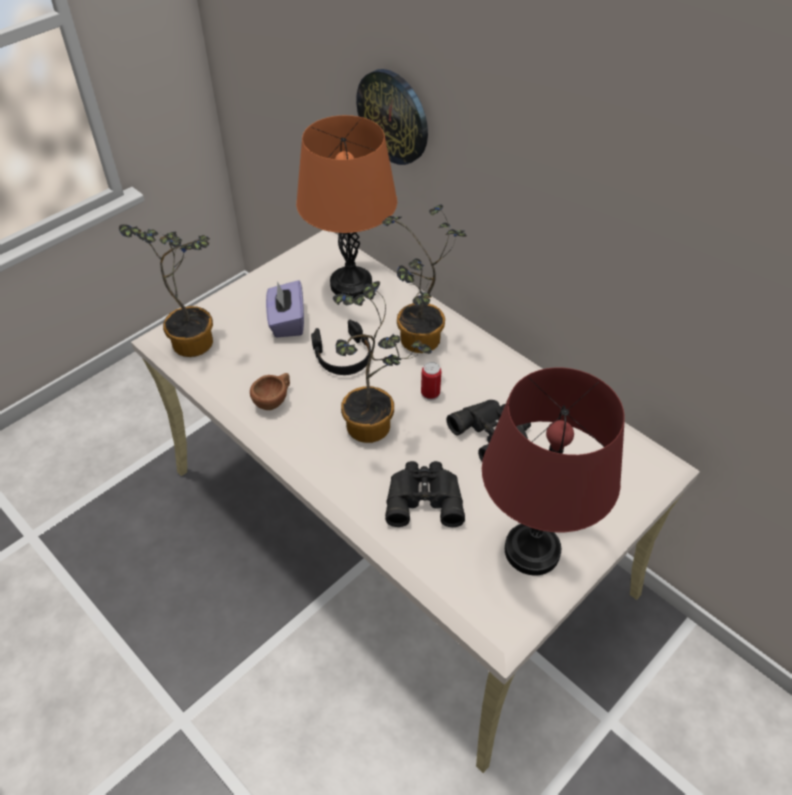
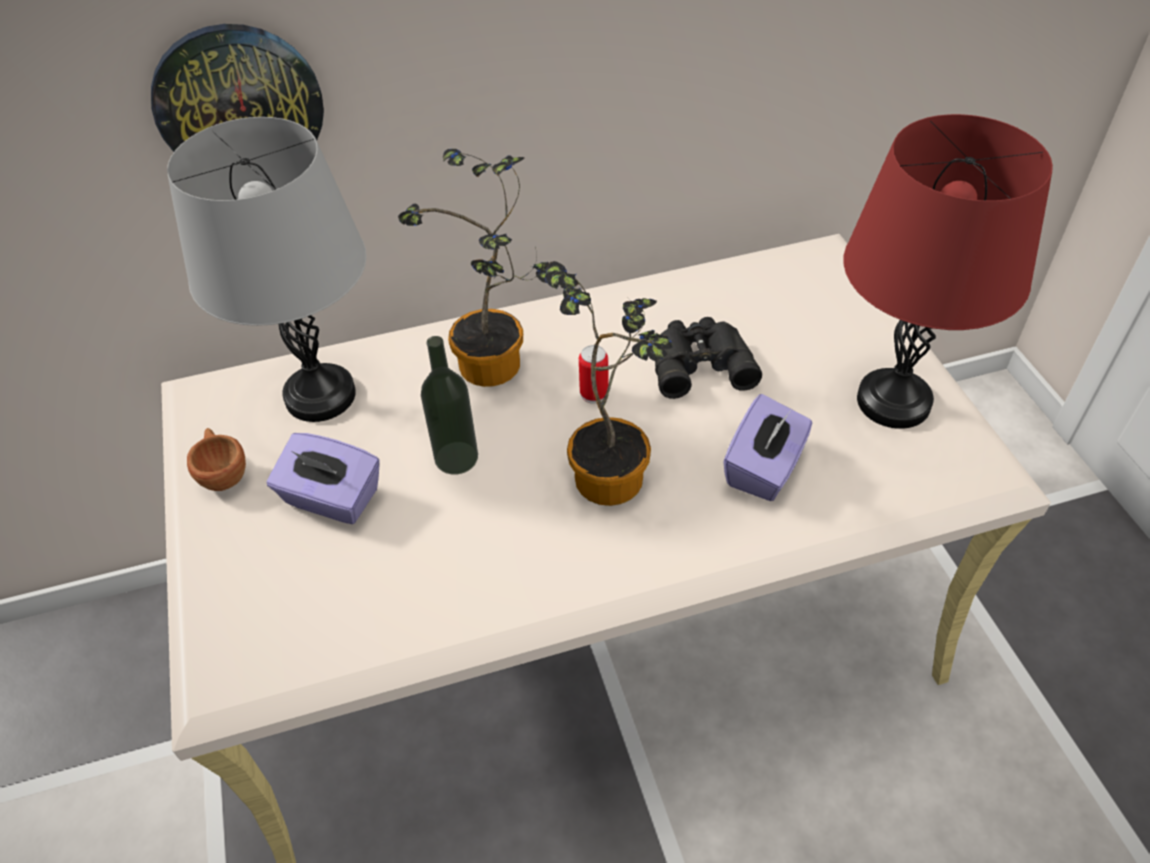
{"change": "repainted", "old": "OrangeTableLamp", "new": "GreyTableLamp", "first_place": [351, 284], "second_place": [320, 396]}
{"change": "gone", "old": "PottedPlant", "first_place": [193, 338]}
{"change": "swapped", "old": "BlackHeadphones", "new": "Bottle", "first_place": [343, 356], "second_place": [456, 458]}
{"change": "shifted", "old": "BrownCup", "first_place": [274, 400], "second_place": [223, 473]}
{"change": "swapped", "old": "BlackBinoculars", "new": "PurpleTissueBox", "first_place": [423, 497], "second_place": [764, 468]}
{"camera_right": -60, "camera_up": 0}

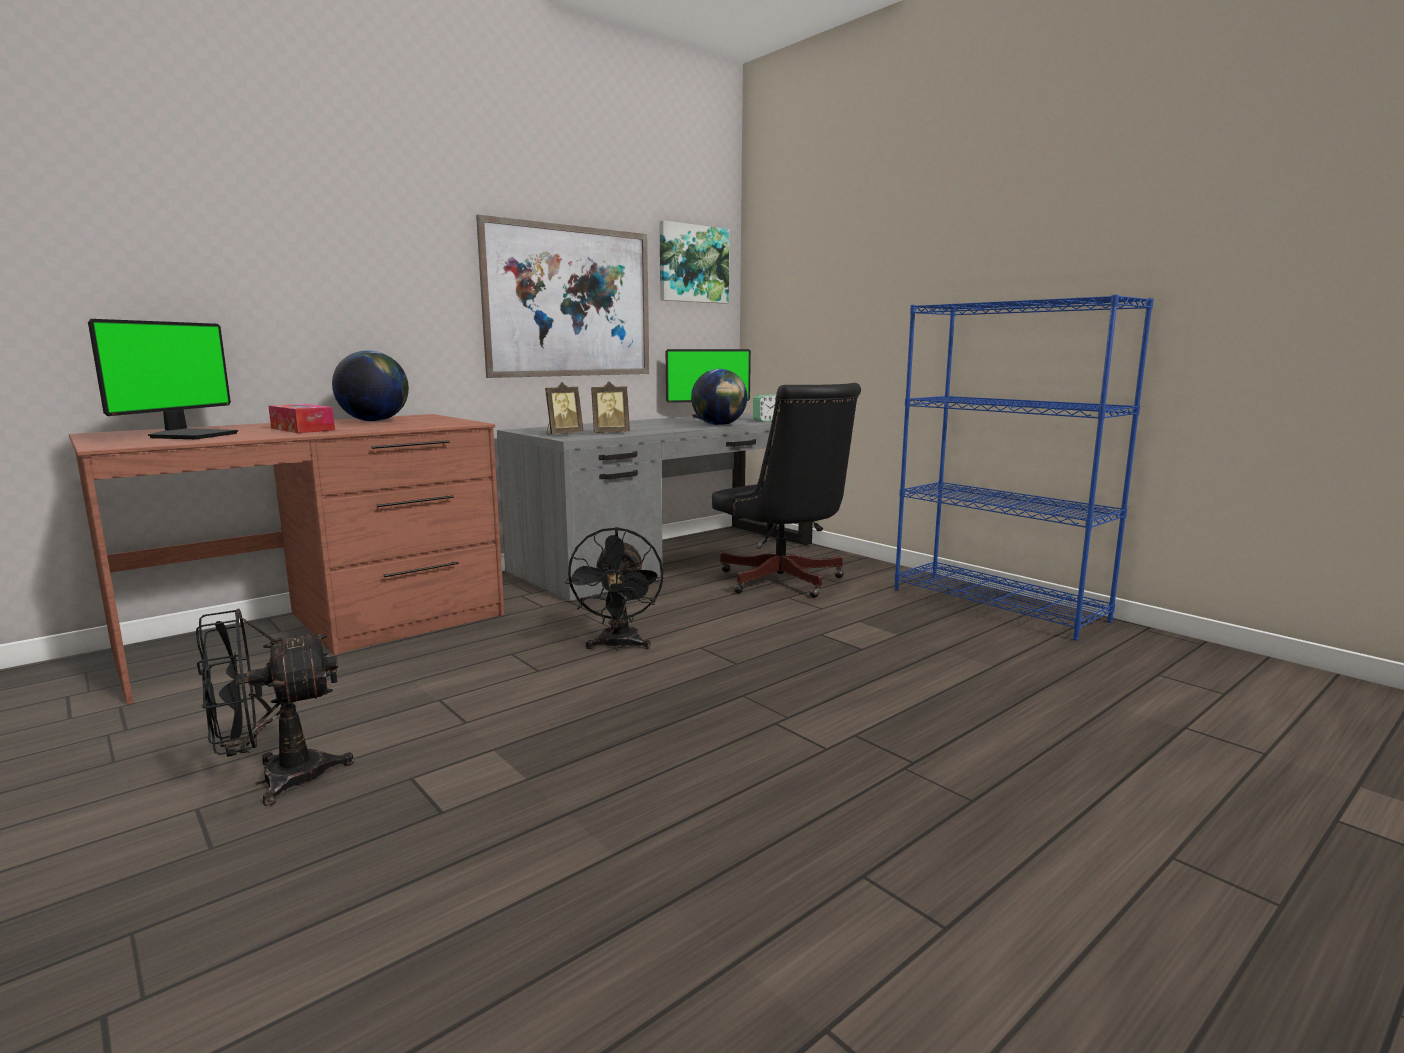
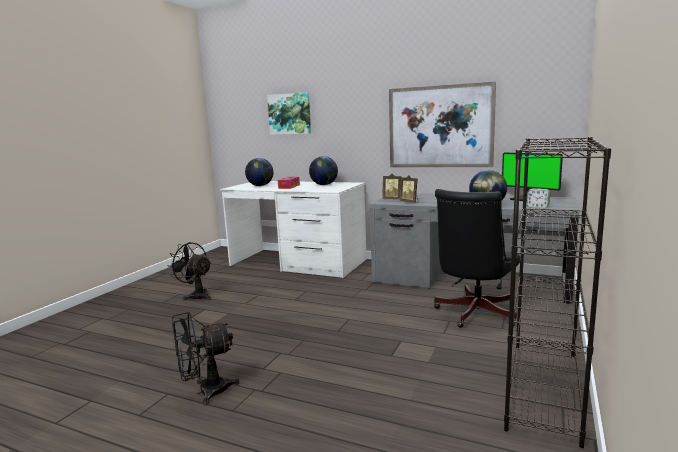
{"change": "shifted", "old": "Picture", "first_place": [693, 264], "second_place": [290, 114]}
{"change": "repainted", "old": "BlueBookcase", "new": "BlackBookcase", "first_place": [998, 605], "second_place": [544, 389]}
{"change": "swapped", "old": "Monitor", "new": "Globe", "first_place": [192, 435], "second_place": [260, 186]}
{"change": "repainted", "old": "BrownDesk", "new": "WhiteDesk", "first_place": [320, 631], "second_place": [297, 262]}
{"change": "shifted", "old": "BlackFan", "first_place": [618, 646], "second_place": [206, 392]}
{"camera_right": 65, "camera_up": 0}

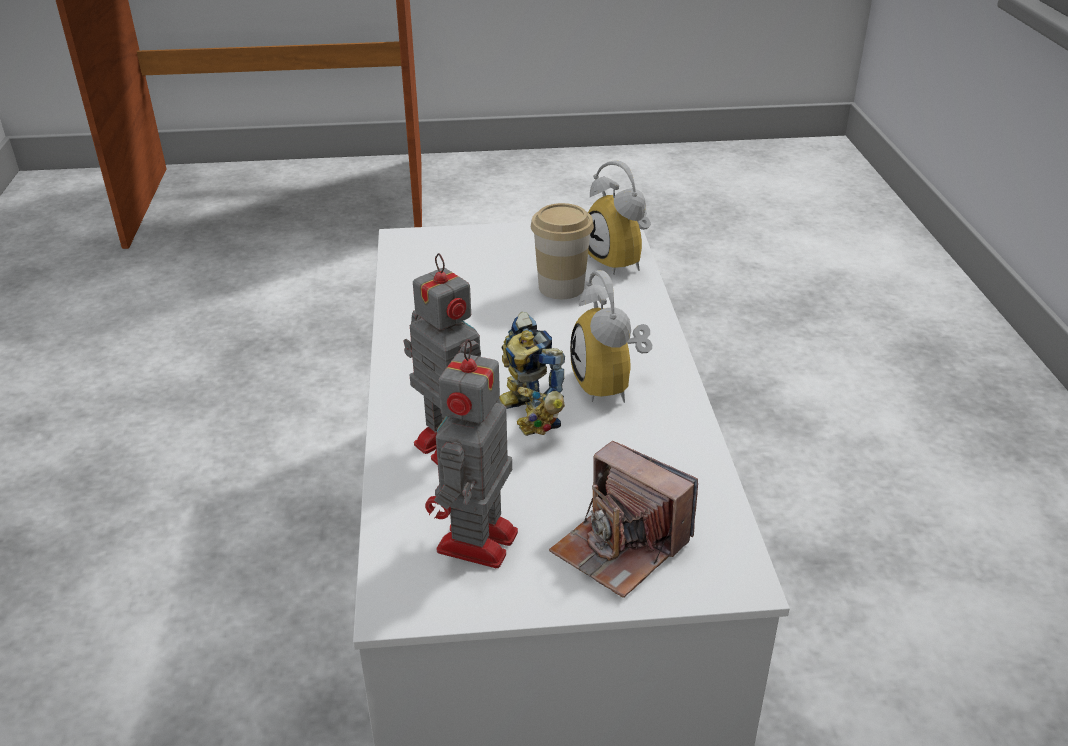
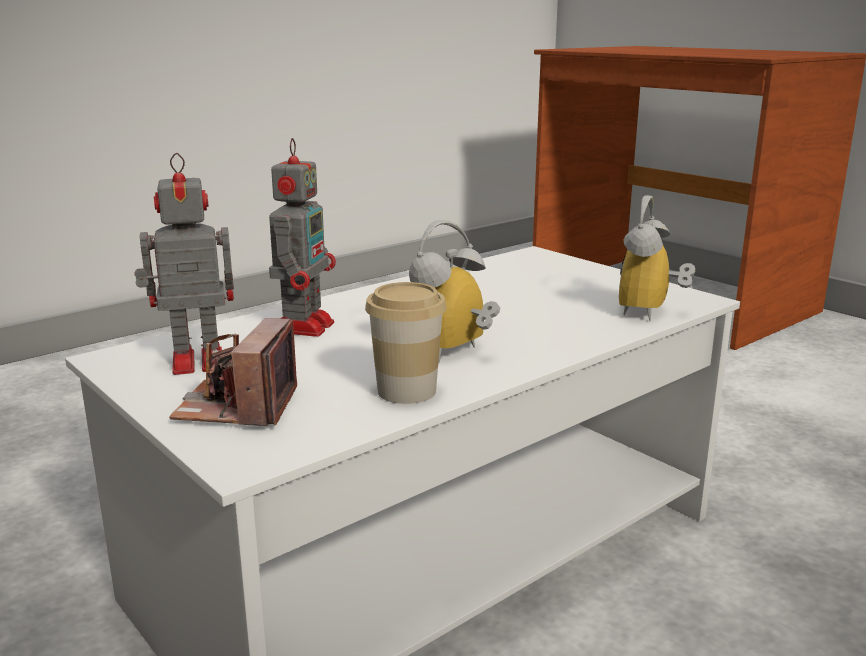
{"change": "shifted", "old": "Cup", "first_place": [561, 287], "second_place": [406, 391]}
{"change": "gone", "old": "ToyRobot", "first_place": [524, 417]}
{"camera_right": 55, "camera_up": -15}

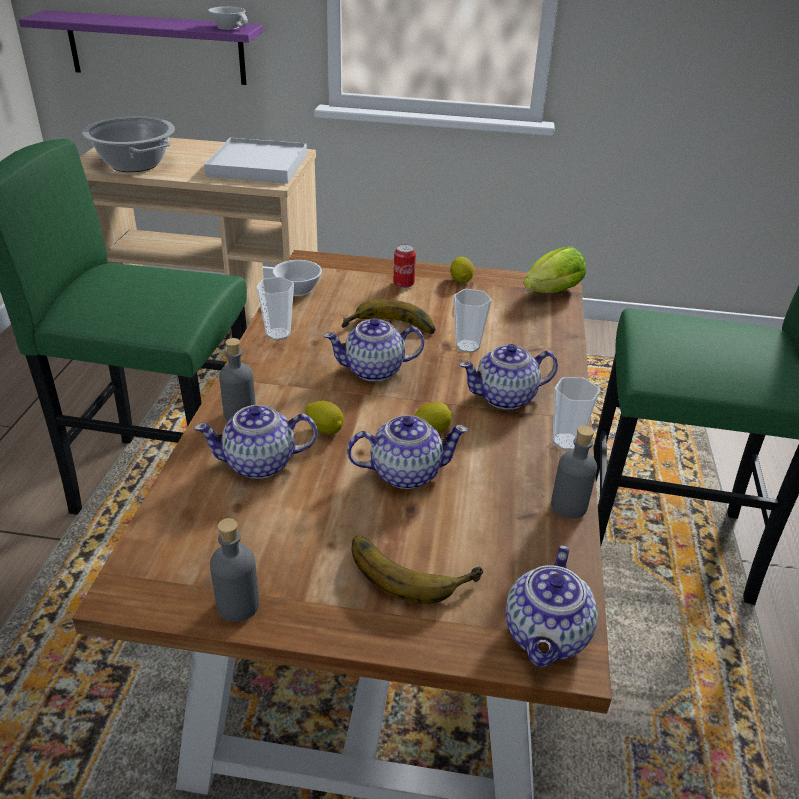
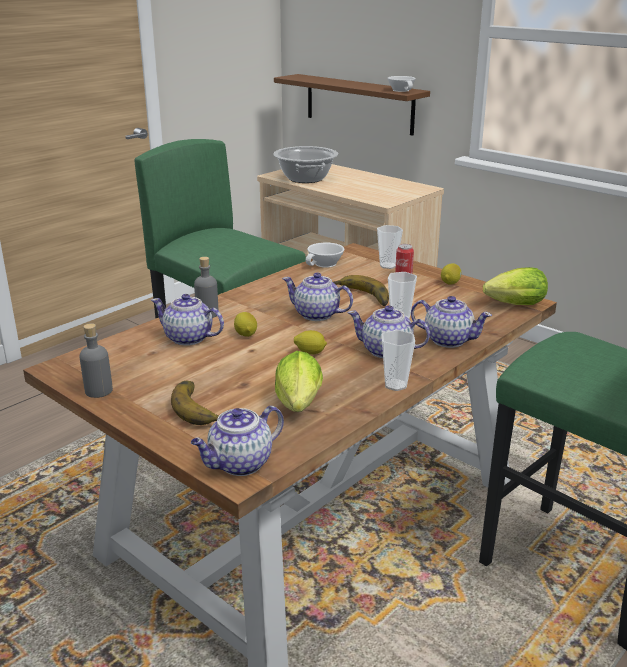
{"change": "repainted", "old": "PurpleShelf", "new": "BrownShelf", "first_place": [156, 48], "second_place": [359, 104]}
{"change": "gone", "old": "WhiteTray", "first_place": [257, 165]}
{"change": "shifted", "old": "Cup", "first_place": [278, 334], "second_place": [388, 266]}
{"change": "shifted", "old": "Teapot", "first_place": [405, 472], "second_place": [448, 340]}
{"change": "gone", "old": "GreyBottle", "first_place": [569, 506]}
{"change": "new", "new": "Lettuce", "second_place": [298, 406]}
{"camera_right": 35, "camera_up": -10}

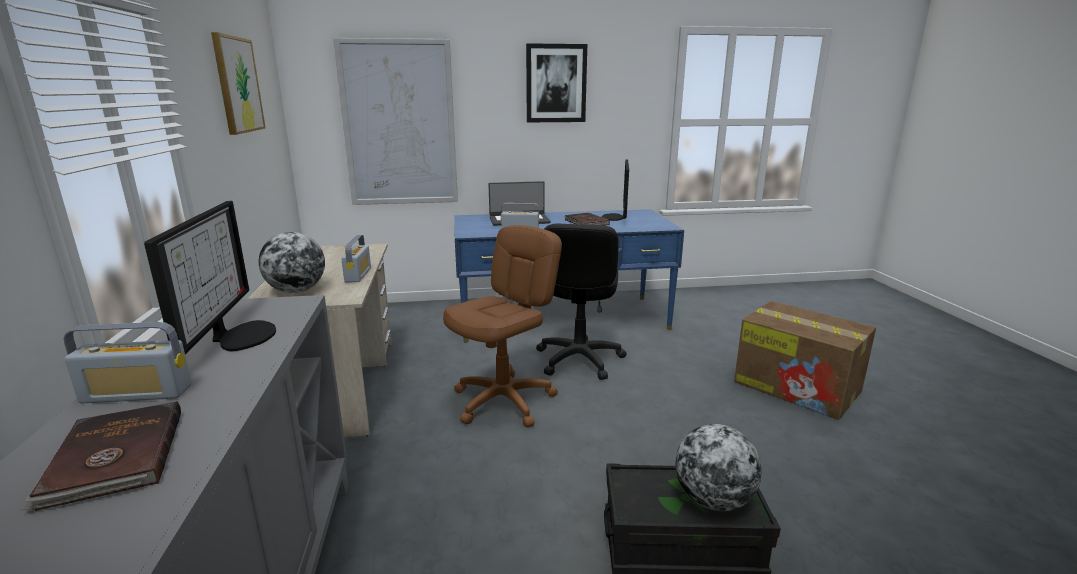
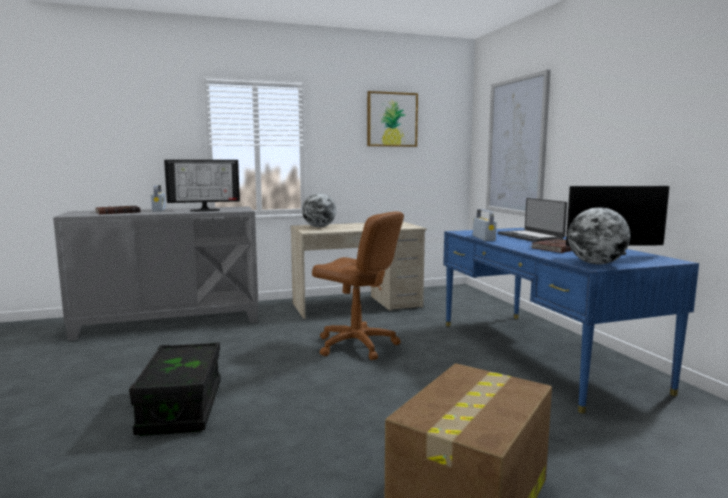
{"change": "gone", "old": "Picture", "first_place": [556, 83]}
{"change": "gone", "old": "BlackOfficeChair", "first_place": [579, 359]}
{"change": "gone", "old": "Radio", "first_place": [358, 275]}
{"change": "shifted", "old": "Globe", "first_place": [713, 500], "second_place": [596, 264]}
{"camera_right": 80, "camera_up": -10}

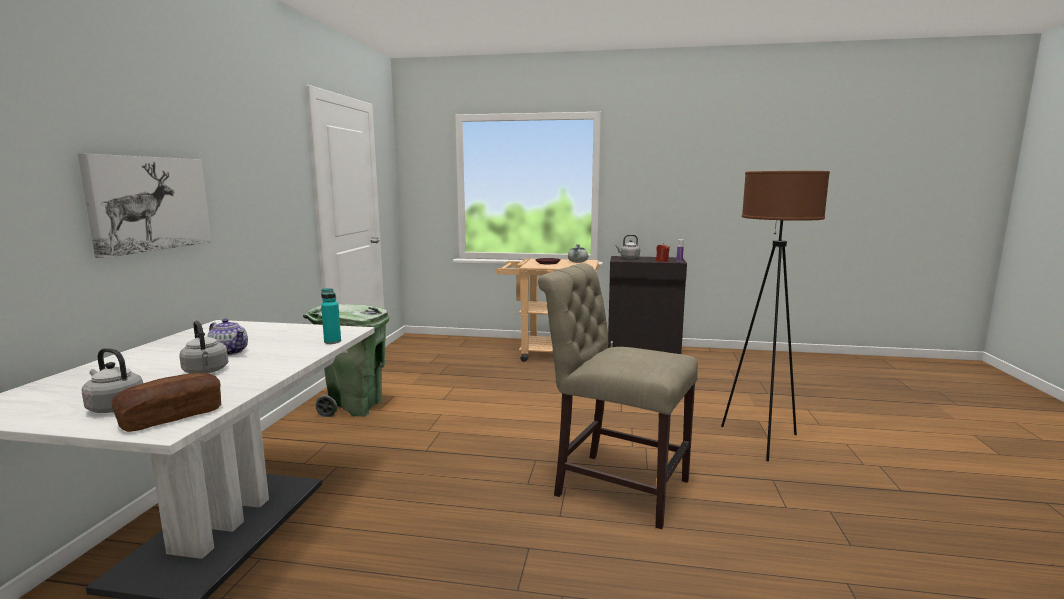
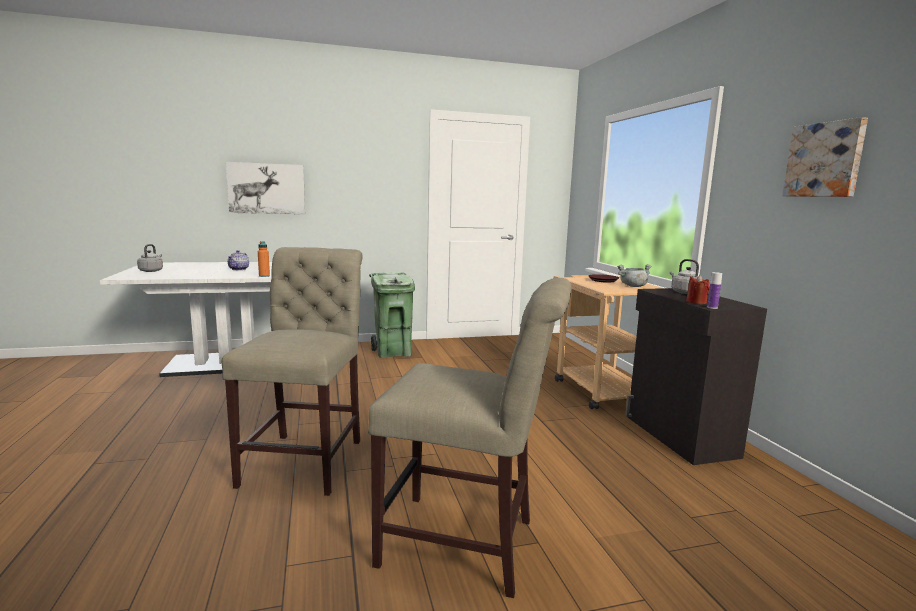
{"change": "swapped", "old": "BrownFloorLamp", "new": "BeigeChair", "first_place": [761, 440], "second_place": [466, 544]}
{"change": "repainted", "old": "TurquoiseBottle", "new": "OrangeBottle", "first_place": [332, 342], "second_place": [264, 276]}
{"change": "gone", "old": "GreyKettle", "first_place": [206, 371]}
{"change": "gone", "old": "Bread", "first_place": [172, 417]}
{"change": "new", "new": "Picture", "second_place": [825, 160]}
{"camera_right": 65, "camera_up": 0}

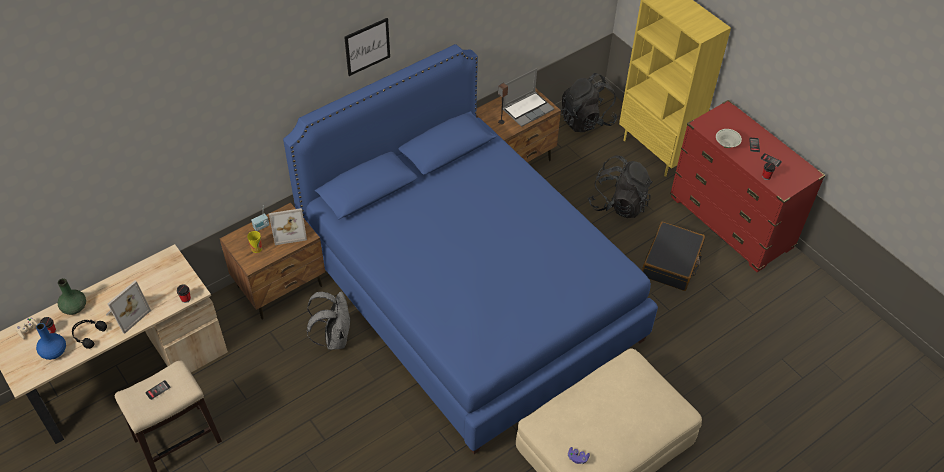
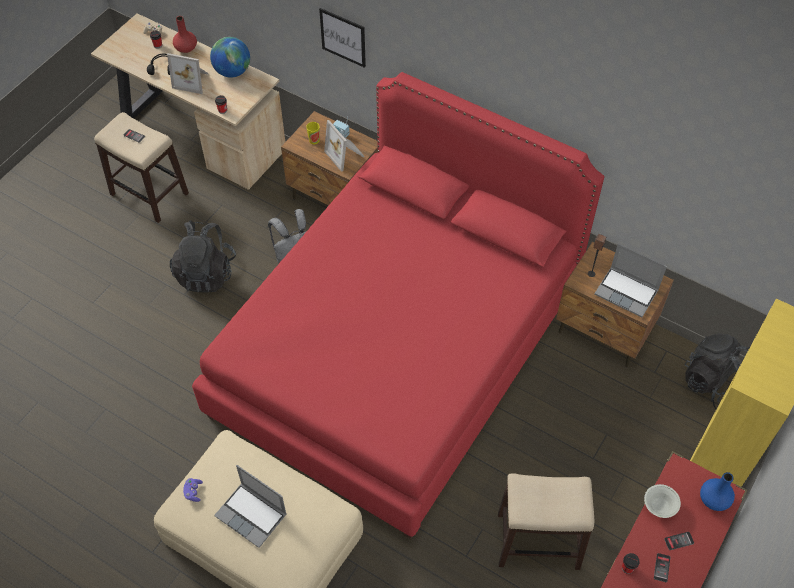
{"change": "shifted", "old": "Picture", "first_place": [367, 46], "second_place": [343, 37]}
{"change": "repainted", "old": "BlueBed", "new": "RedBed", "first_place": [469, 294], "second_place": [397, 351]}
{"change": "shifted", "old": "BlackBackpack", "first_place": [618, 204], "second_place": [206, 273]}
{"change": "swapped", "old": "BlackSuitcase", "new": "Stool", "first_place": [672, 263], "second_place": [539, 541]}
{"change": "repainted", "old": "GreenVase", "new": "RedVase", "first_place": [74, 307], "second_place": [186, 48]}
{"change": "shifted", "old": "BlueVase", "first_place": [54, 352], "second_place": [713, 499]}
{"change": "new", "new": "Globe", "second_place": [232, 72]}
{"change": "new", "new": "Laptop", "second_place": [252, 515]}
{"camera_right": 70, "camera_up": 5}

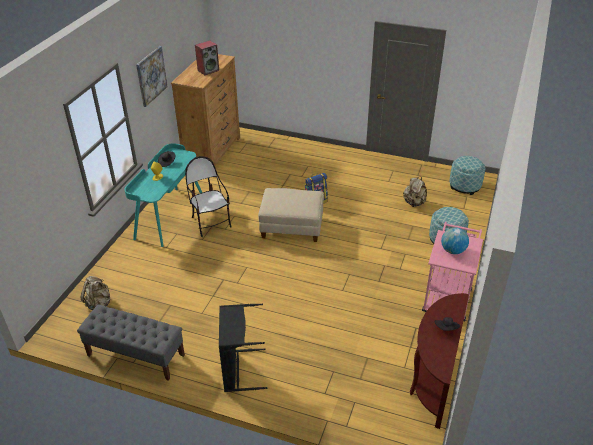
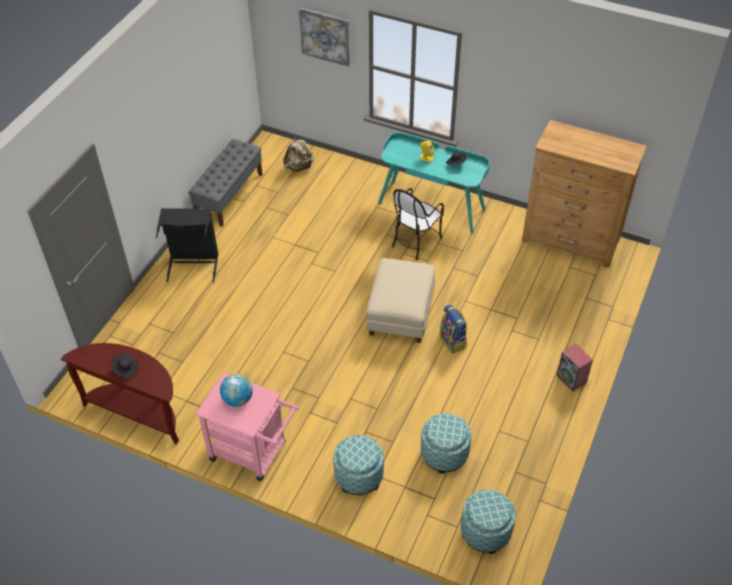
{"change": "shifted", "old": "Speaker", "first_place": [208, 70], "second_place": [572, 379]}
{"change": "shifted", "old": "Picture", "first_place": [151, 76], "second_place": [325, 36]}
{"change": "rotated", "old": "Chair", "first_place": [210, 223], "second_place": [415, 241], "degrees": 150}
{"change": "swapped", "old": "BeigeBackpack", "new": "Ottoman", "first_place": [414, 203], "second_place": [444, 453]}
{"camera_right": 95, "camera_up": 10}

